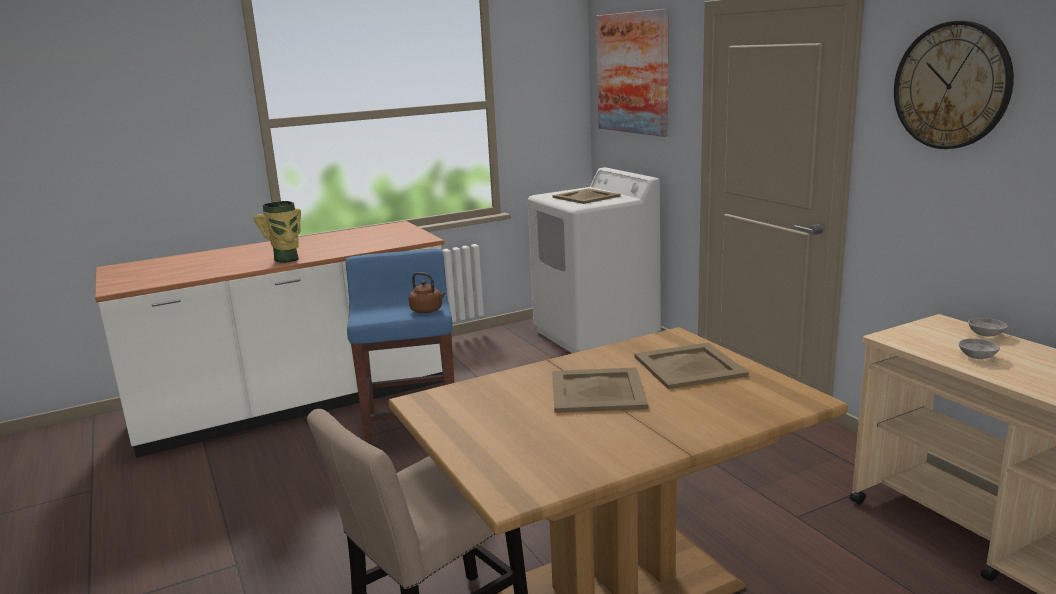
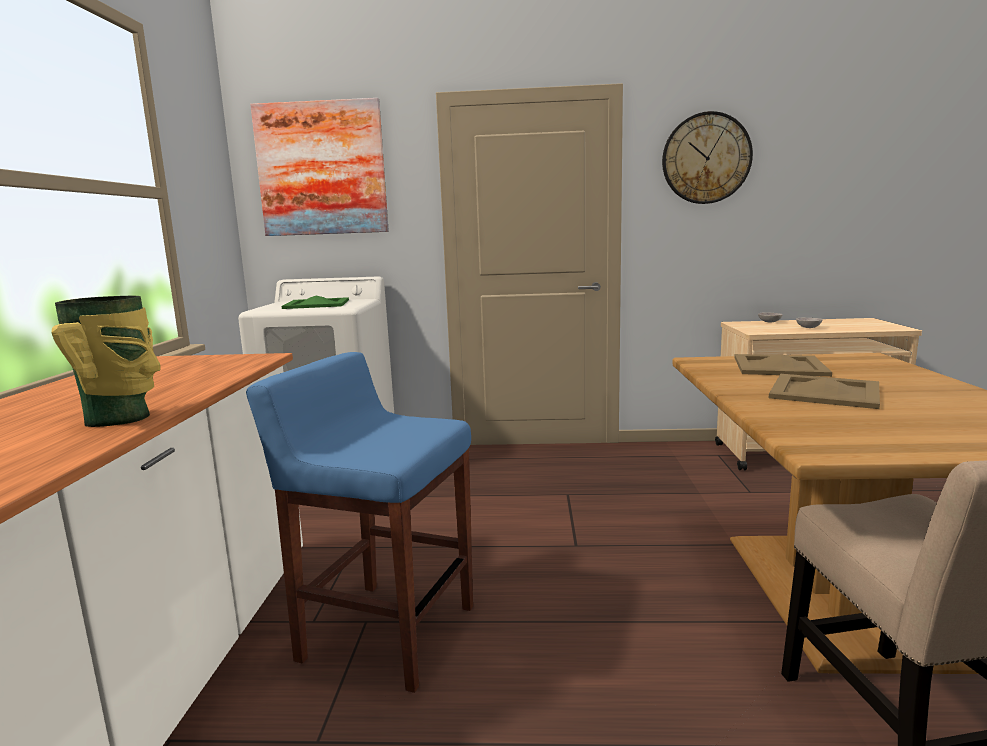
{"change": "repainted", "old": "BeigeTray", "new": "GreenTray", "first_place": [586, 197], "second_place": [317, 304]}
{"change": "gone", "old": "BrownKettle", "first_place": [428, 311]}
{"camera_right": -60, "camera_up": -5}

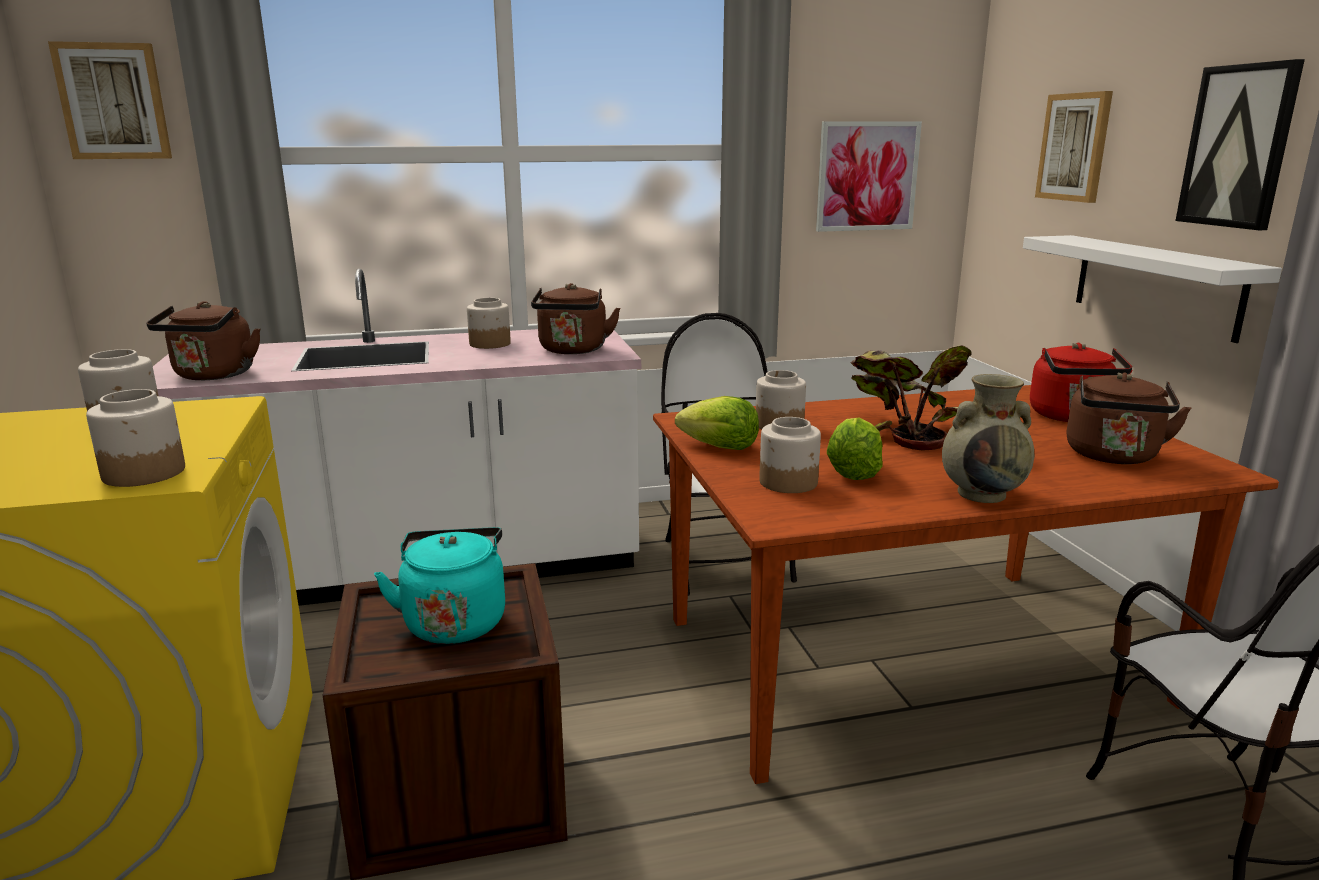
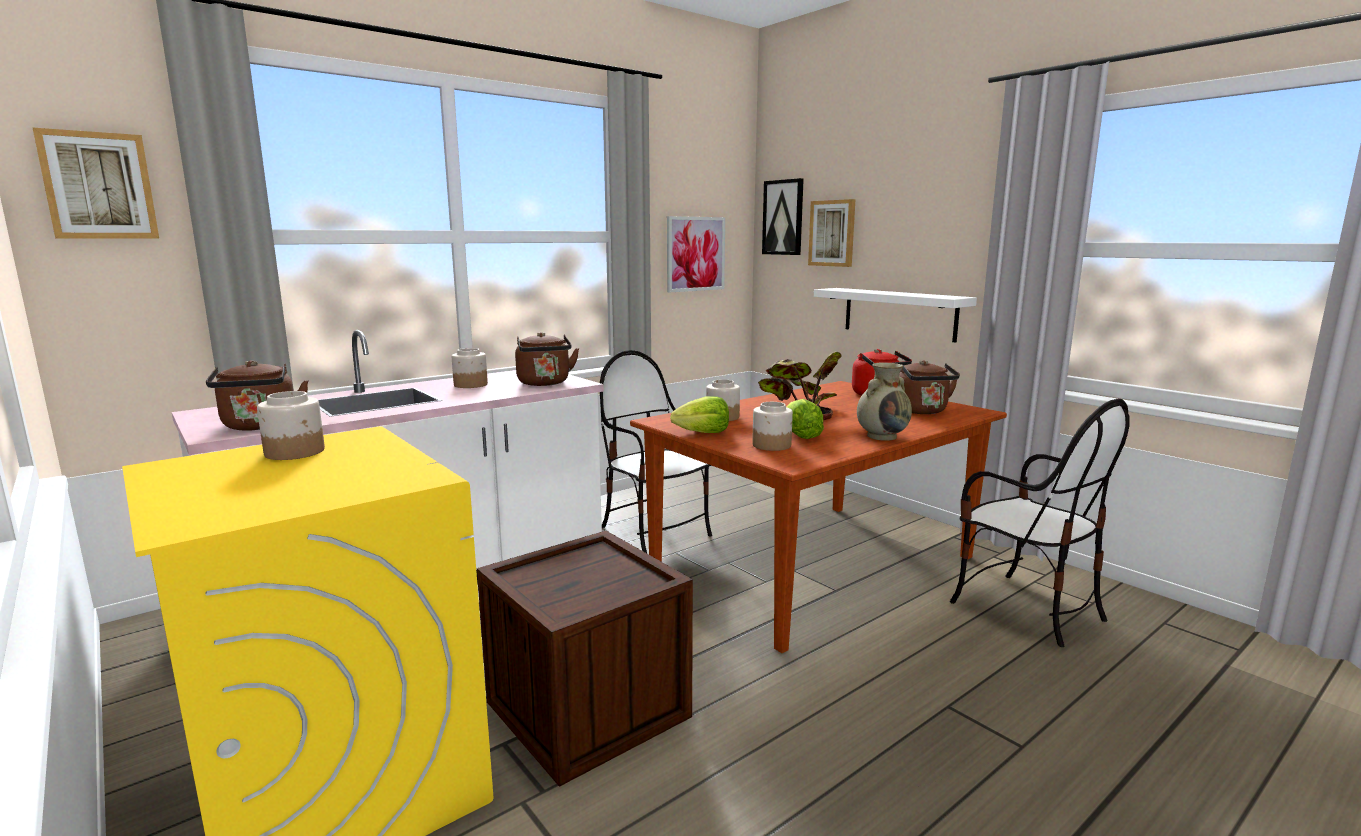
{"change": "shifted", "old": "Picture", "first_place": [1238, 146], "second_place": [783, 217]}
{"change": "gone", "old": "Jar", "first_place": [145, 473]}
{"change": "gone", "old": "TurquoiseKettle", "first_place": [455, 621]}
{"camera_right": -25, "camera_up": -5}

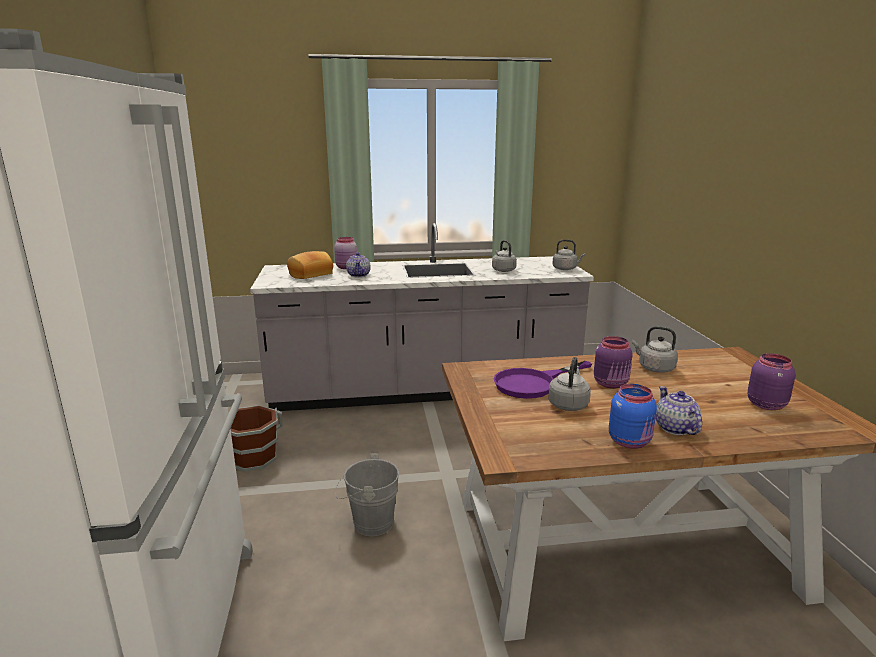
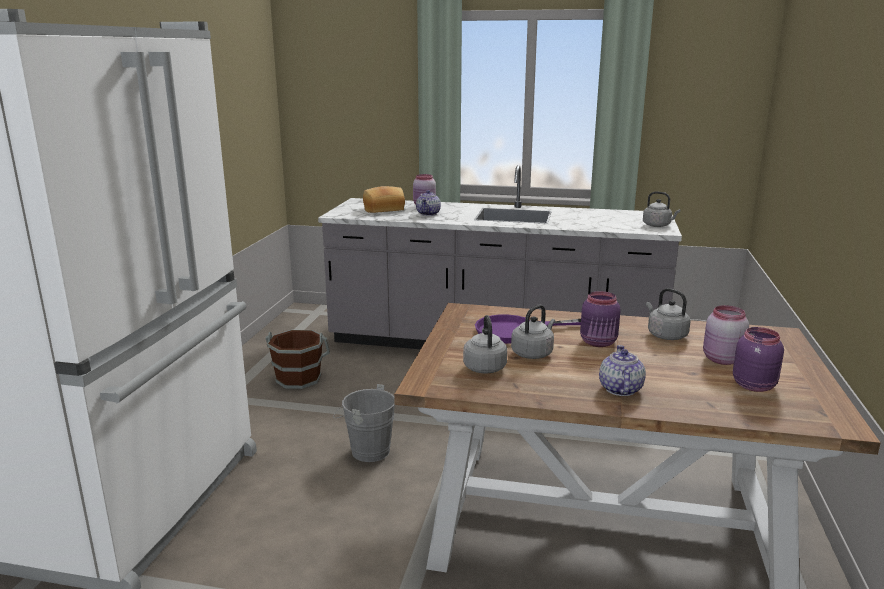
{"change": "shifted", "old": "GreyKettle", "first_place": [503, 270], "second_place": [484, 367]}
{"change": "gone", "old": "BlueJar", "first_place": [630, 441]}
{"change": "new", "new": "PinkJar", "second_place": [721, 359]}
{"camera_right": 20, "camera_up": 0}

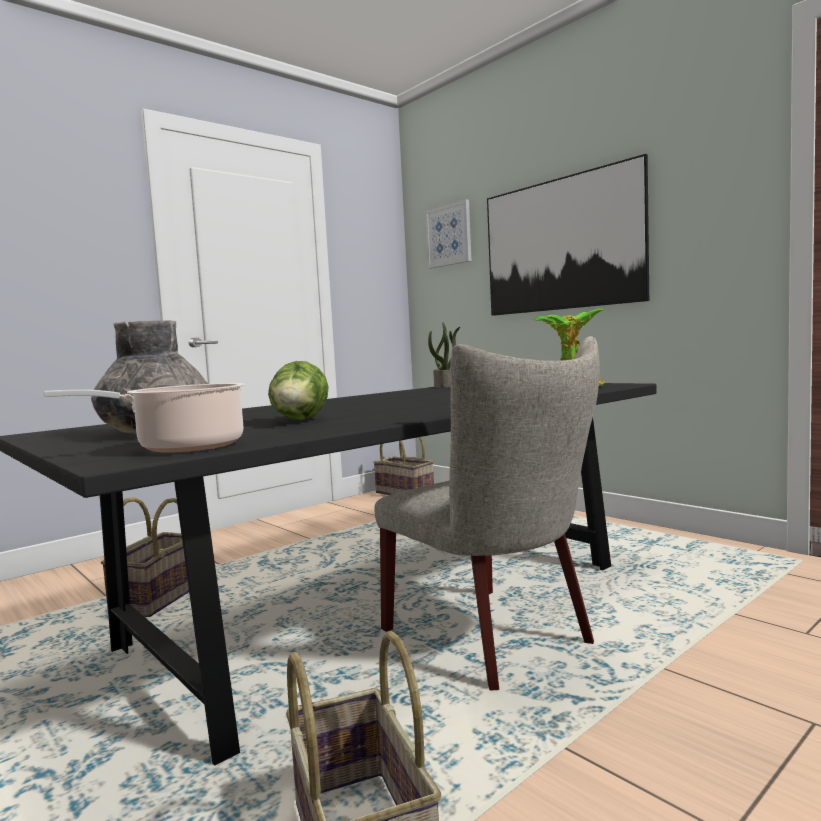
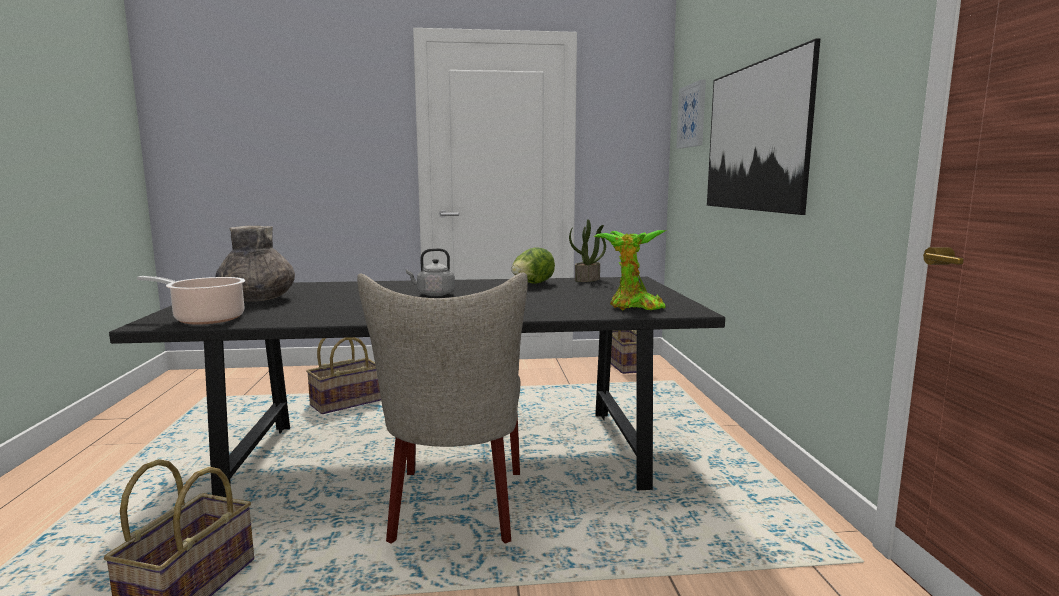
{"change": "shifted", "old": "Lettuce", "first_place": [300, 421], "second_place": [532, 284]}
{"change": "new", "new": "GreyKettle", "second_place": [433, 294]}
{"camera_right": 35, "camera_up": 5}

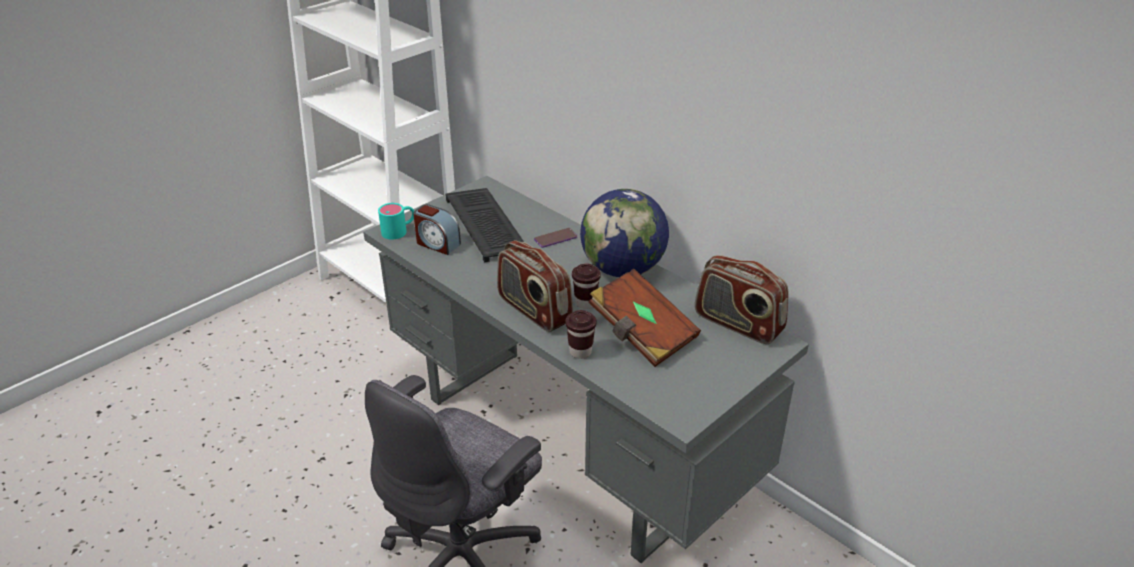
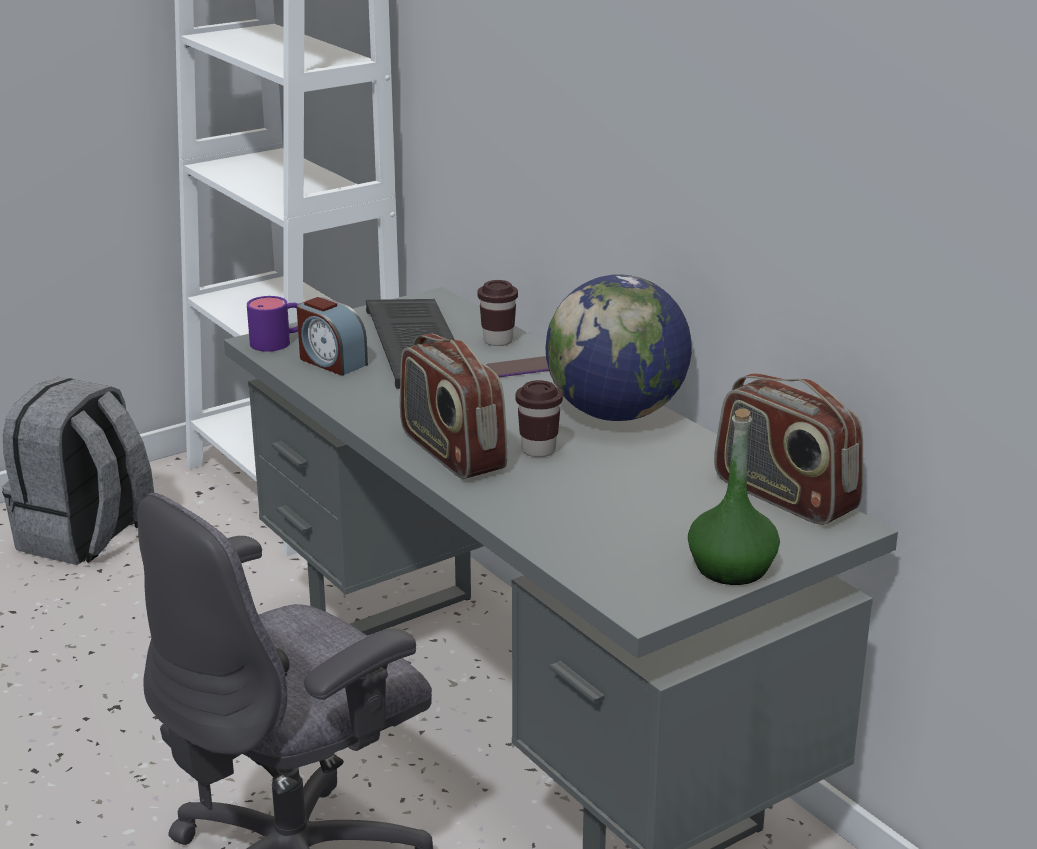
{"change": "repainted", "old": "TurquoiseMug", "new": "PurpleMug", "first_place": [399, 230], "second_place": [279, 342]}
{"change": "gone", "old": "BrownBook", "first_place": [641, 333]}
{"change": "shifted", "old": "BrownCup", "first_place": [580, 352], "second_place": [498, 341]}
{"change": "new", "new": "GreyBackpack", "second_place": [86, 537]}
{"change": "new", "new": "GreenBottle", "second_place": [731, 568]}
{"camera_right": 10, "camera_up": -10}

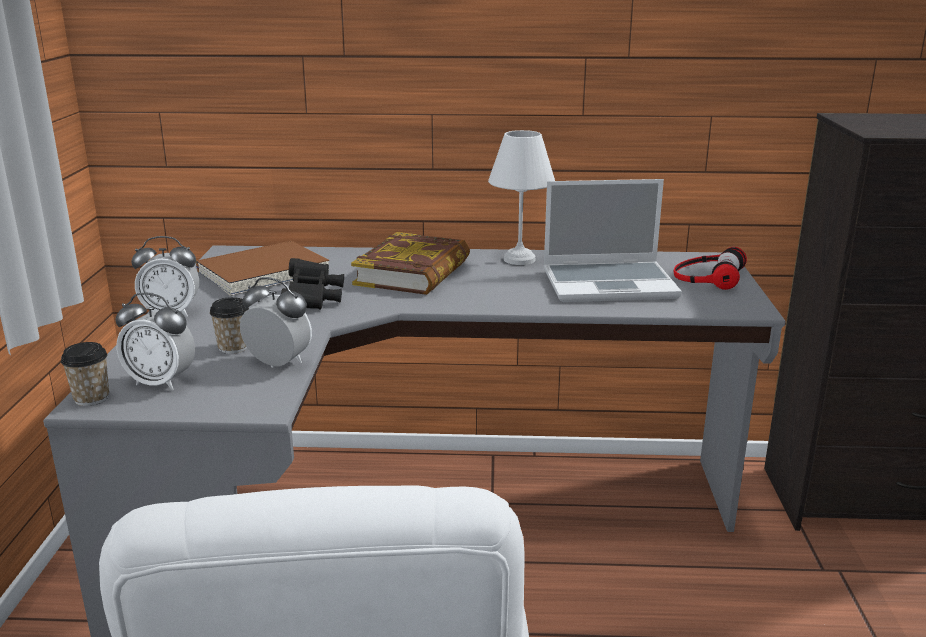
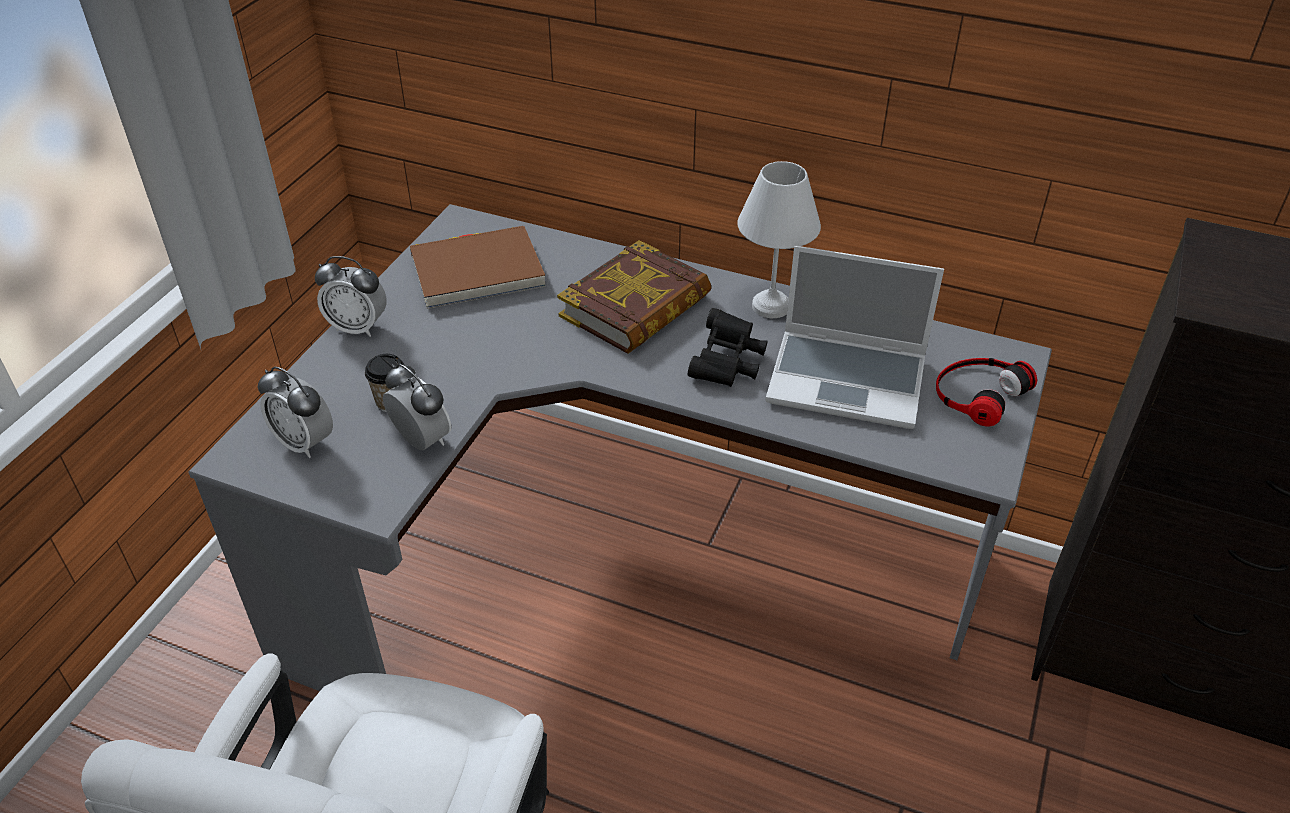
{"change": "shifted", "old": "BlackBinoculars", "first_place": [313, 299], "second_place": [727, 363]}
{"change": "gone", "old": "Cup", "first_place": [91, 398]}
{"camera_right": 20, "camera_up": 20}

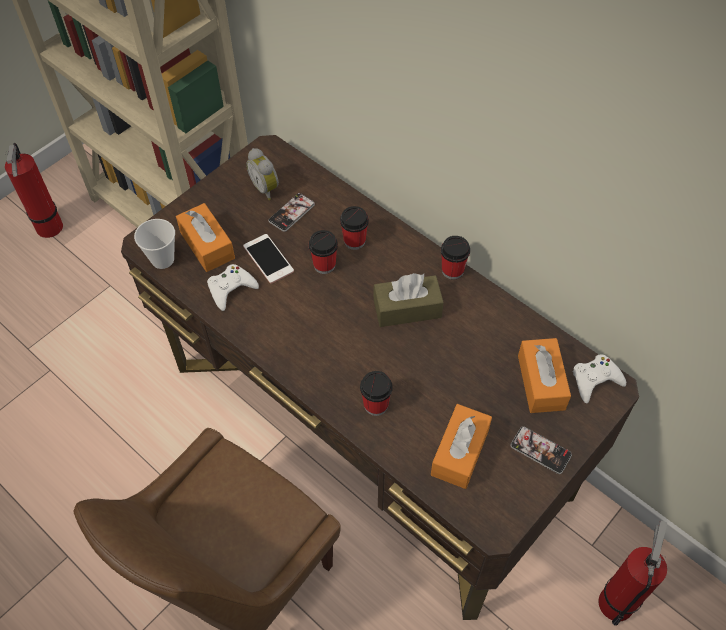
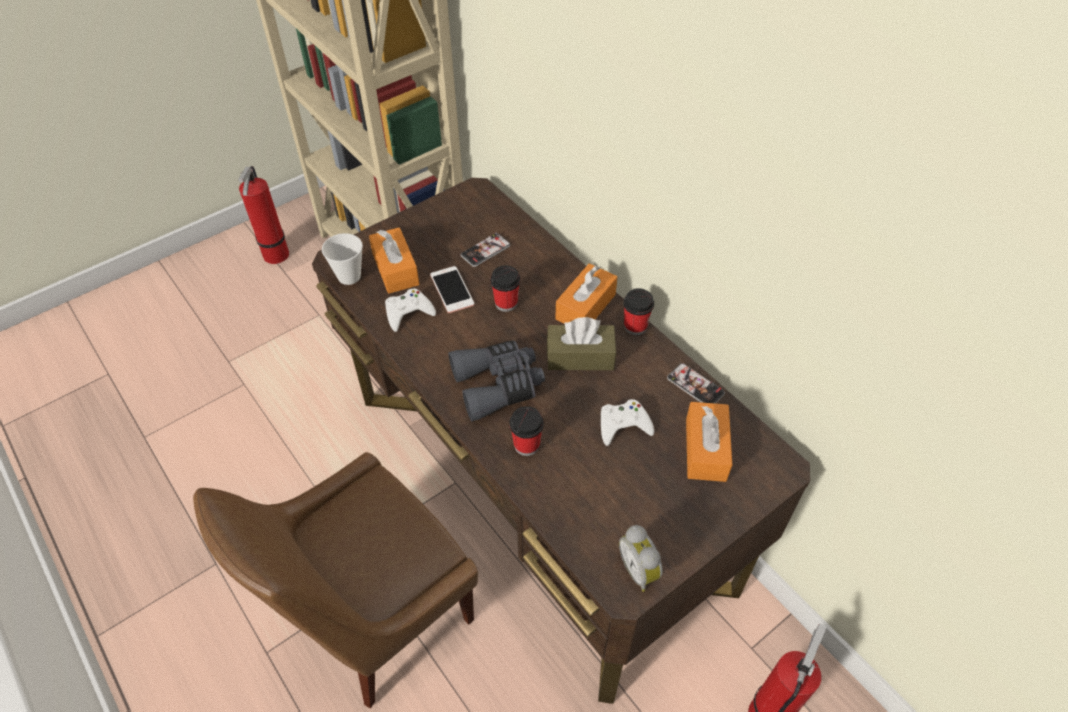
{"change": "shifted", "old": "AlarmClock", "first_place": [266, 188], "second_place": [640, 570]}
{"change": "gone", "old": "Cup", "first_place": [354, 241]}
{"change": "shifted", "old": "WhiteGameController", "first_place": [595, 380], "second_place": [623, 425]}
{"change": "shifted", "old": "OrangeTissueBox", "first_place": [460, 452], "second_place": [585, 307]}
{"change": "shifted", "old": "Phone", "first_place": [540, 450], "second_place": [695, 386]}
{"change": "new", "new": "GreyBinoculars", "second_place": [498, 385]}
{"camera_right": 10, "camera_up": -5}

